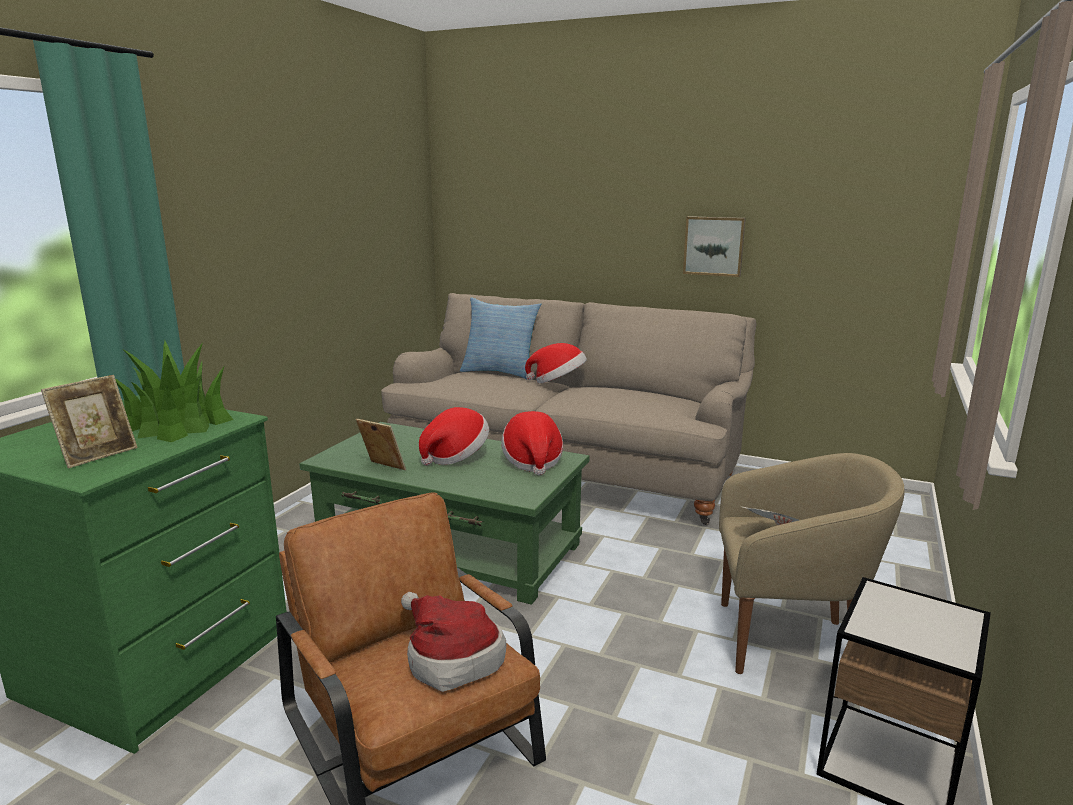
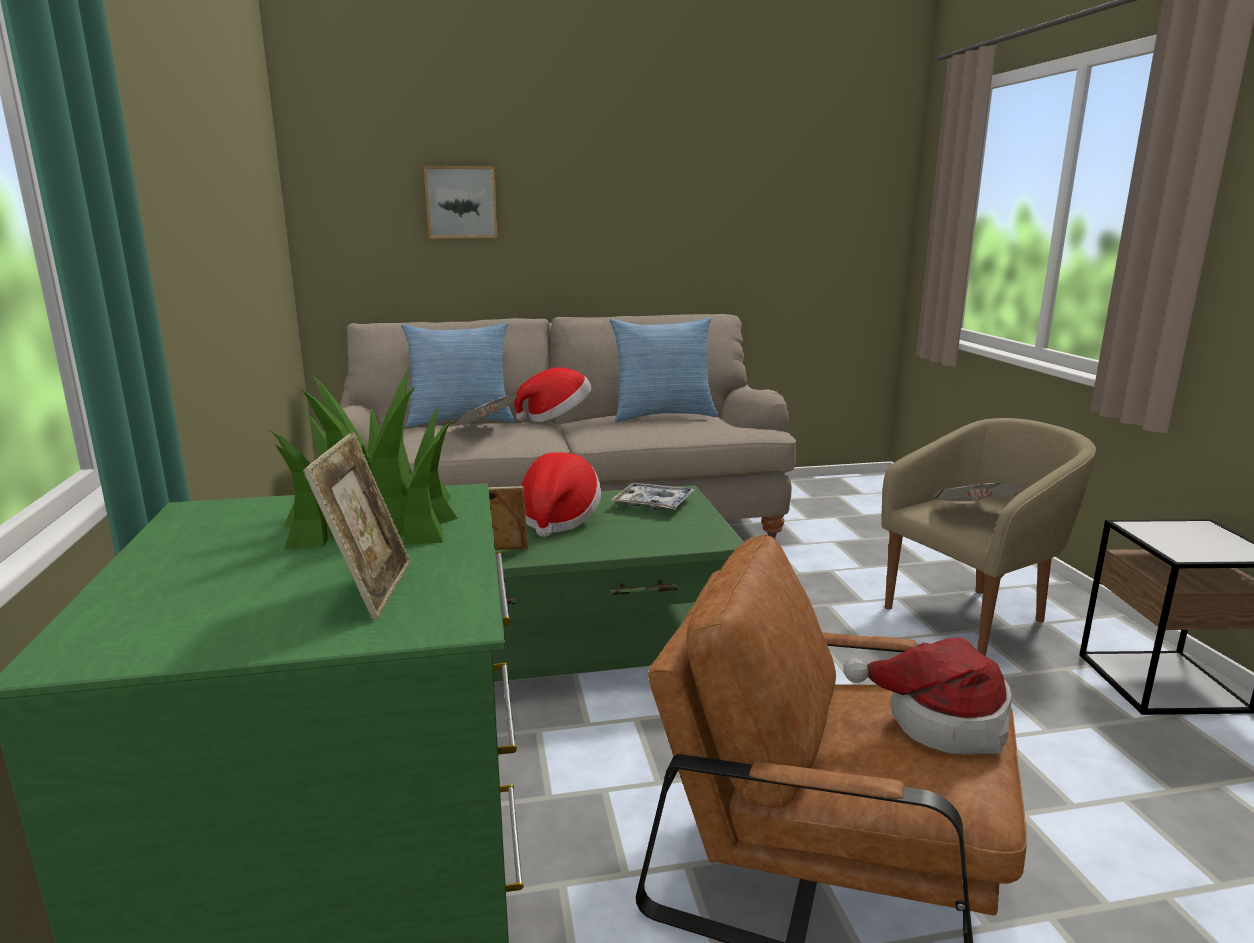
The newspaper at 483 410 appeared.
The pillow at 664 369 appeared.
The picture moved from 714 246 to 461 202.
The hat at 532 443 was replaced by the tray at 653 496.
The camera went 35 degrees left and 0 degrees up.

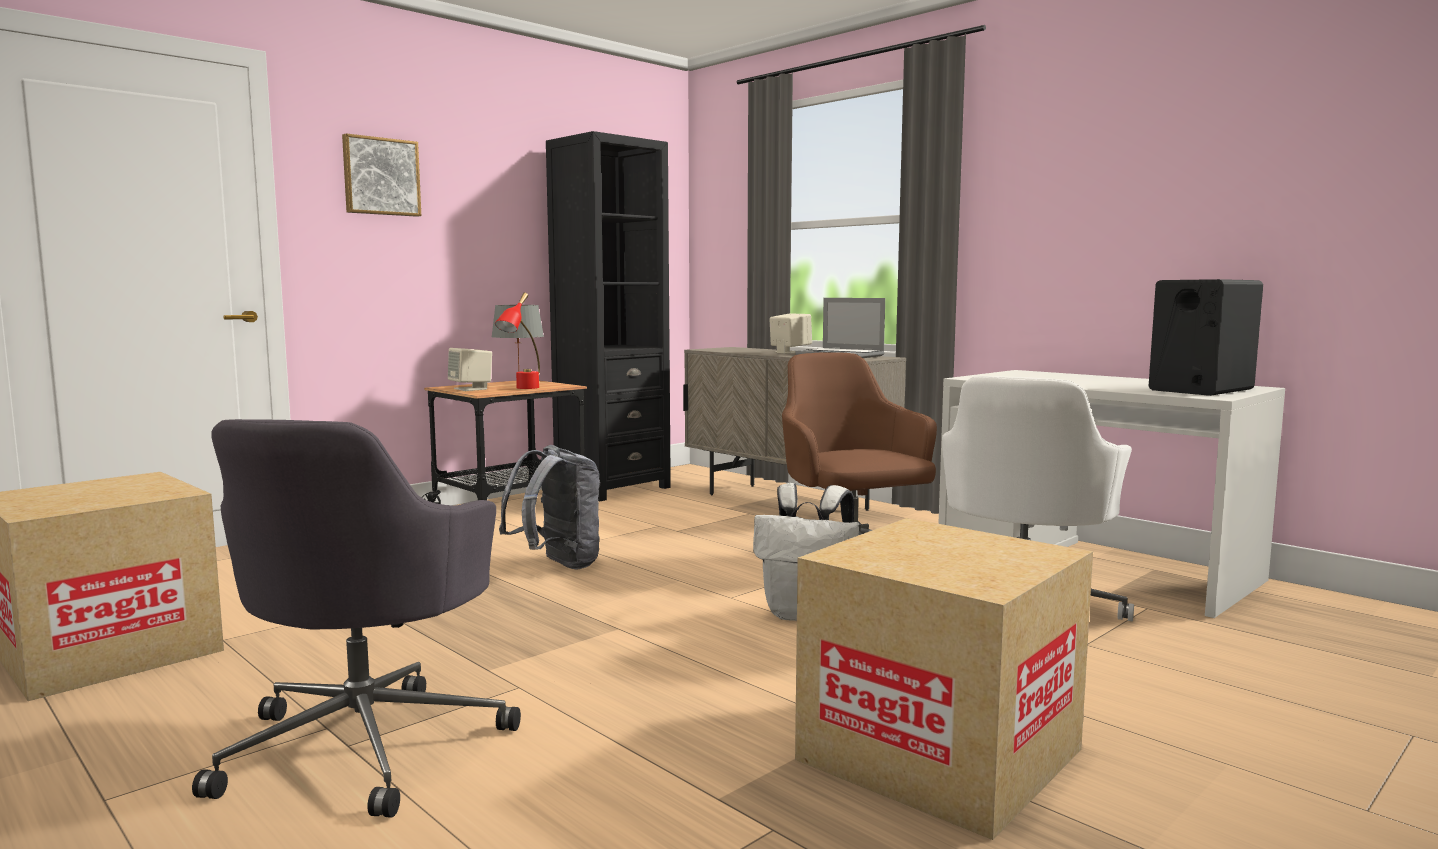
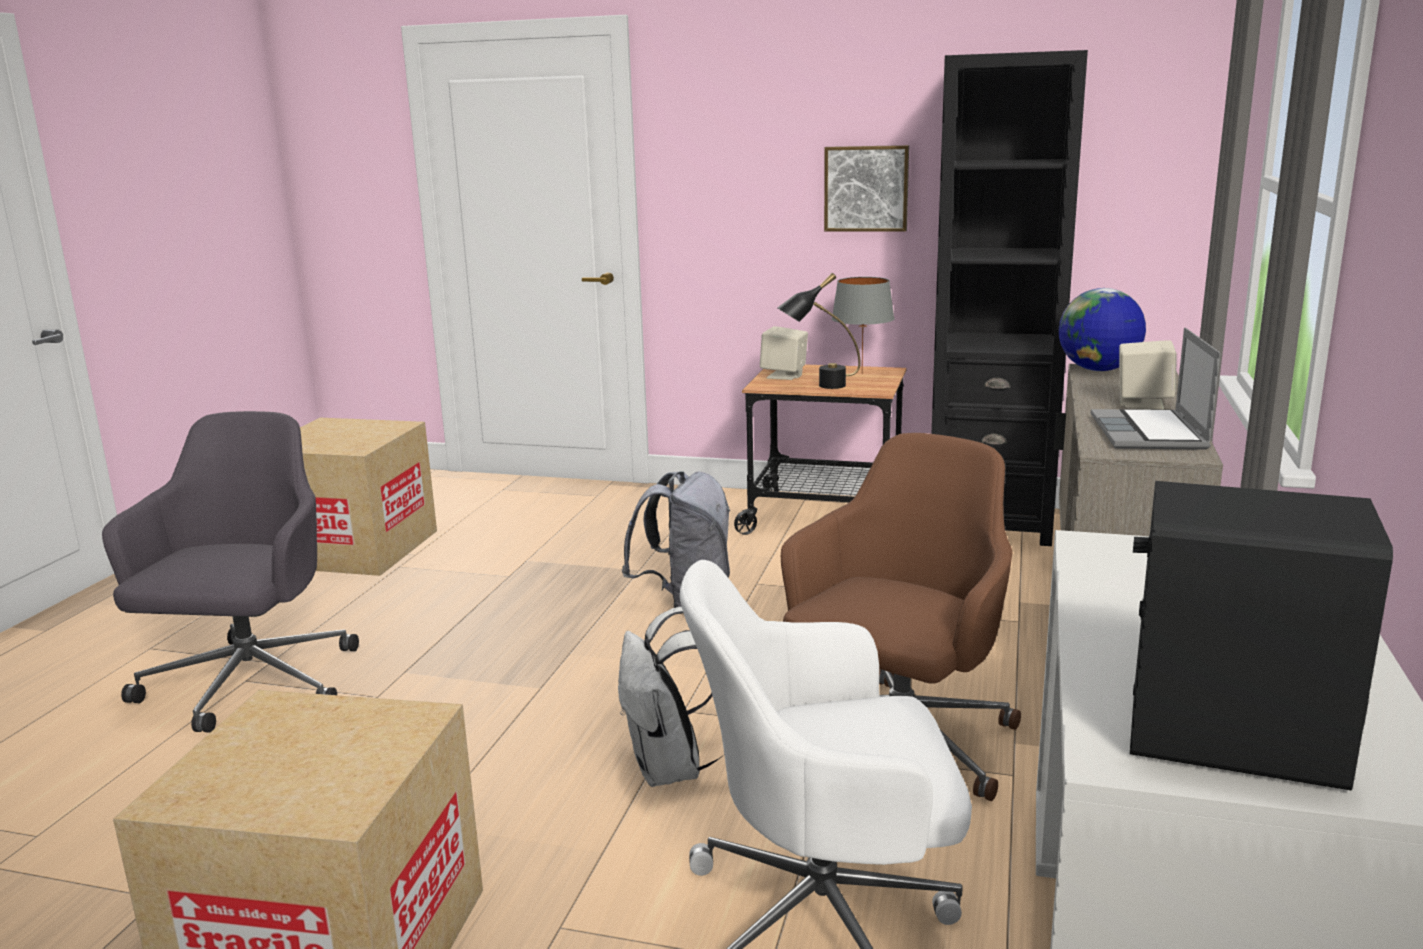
The globe at 1102 329 appeared.
The picture moved from 381 175 to 866 188.
The red_table_lamp at 517 341 became the black_table_lamp at 819 331.
The grey_office_chair at 356 618 turned 120 degrees clockwise.
The camera went 60 degrees right and 10 degrees up.

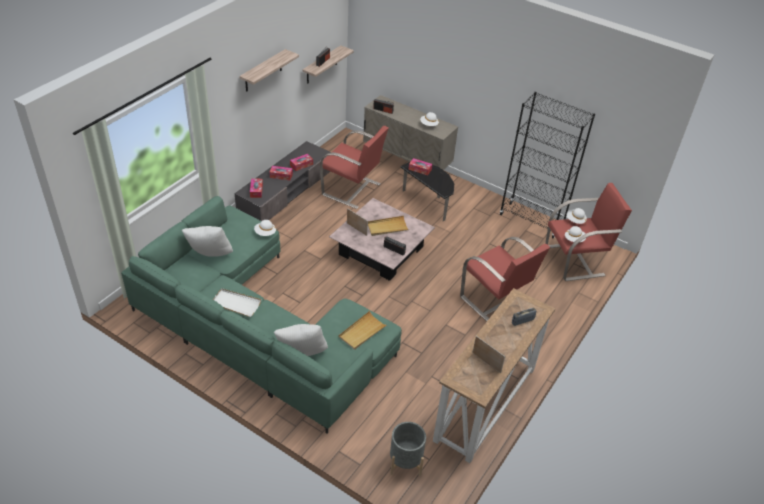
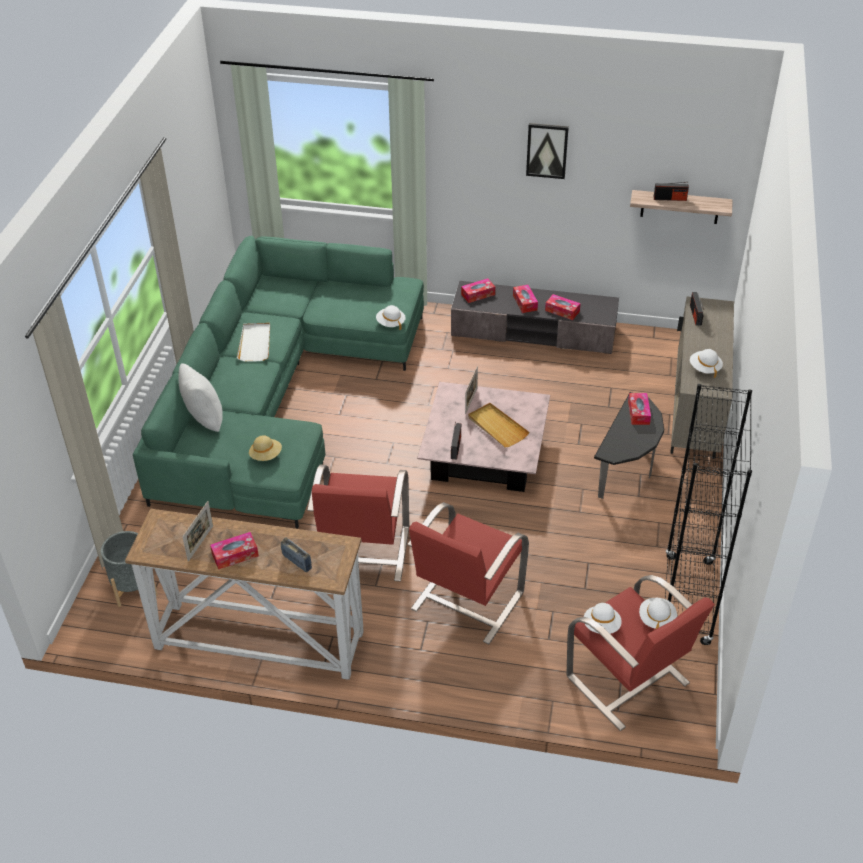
The white_pillow at 207 241 disappeared.
The tissue_box at 234 550 appeared.
The red_armchair moved from 353 167 to 358 523.
The shelf at 269 70 was replaced by the picture at 547 151.
The beige_tray at 363 330 was replaced by the beige_hat at 265 448.
The camera went 70 degrees right and 0 degrees up.

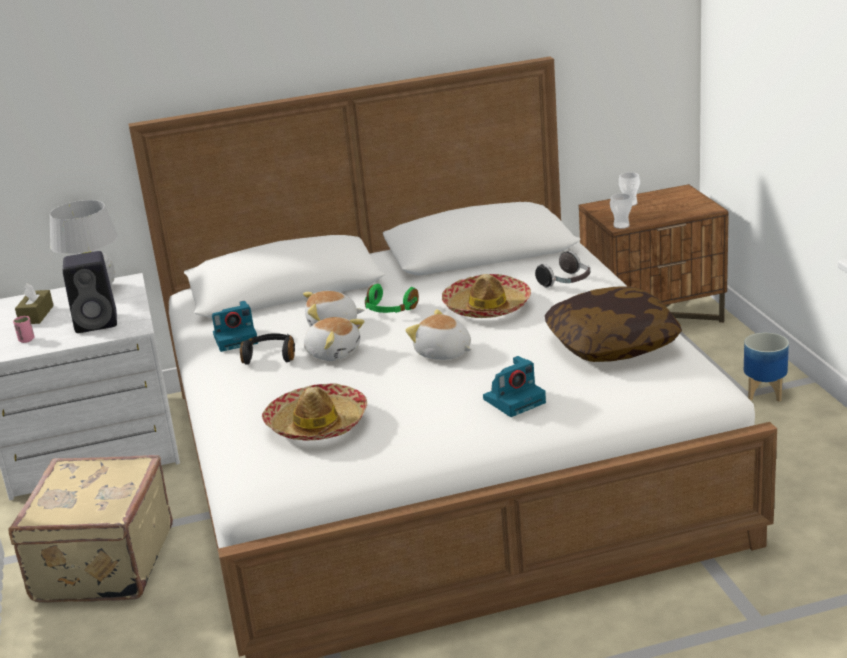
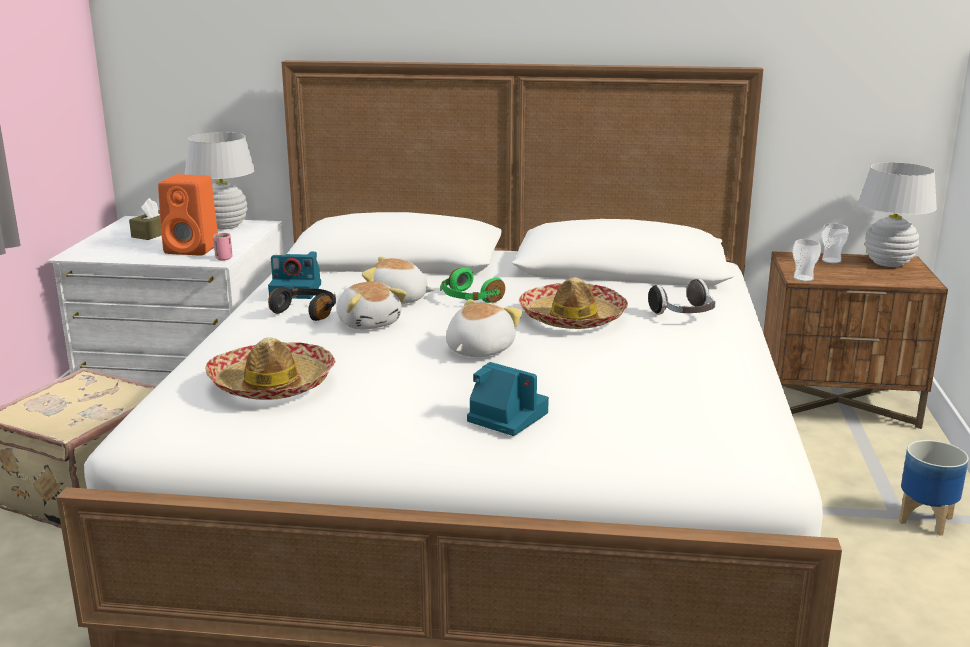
The pillow at 613 324 disappeared.
The white_table_lamp at 897 214 appeared.
The pink_cup moved from 23 329 to 223 247.
The black_speaker at 90 292 became the orange_speaker at 188 214.
The plush_toy at 438 334 turned 60 degrees clockwise.
The photo_camera at 514 386 turned 135 degrees counterclockwise.
The camera went 20 degrees right and 5 degrees down.

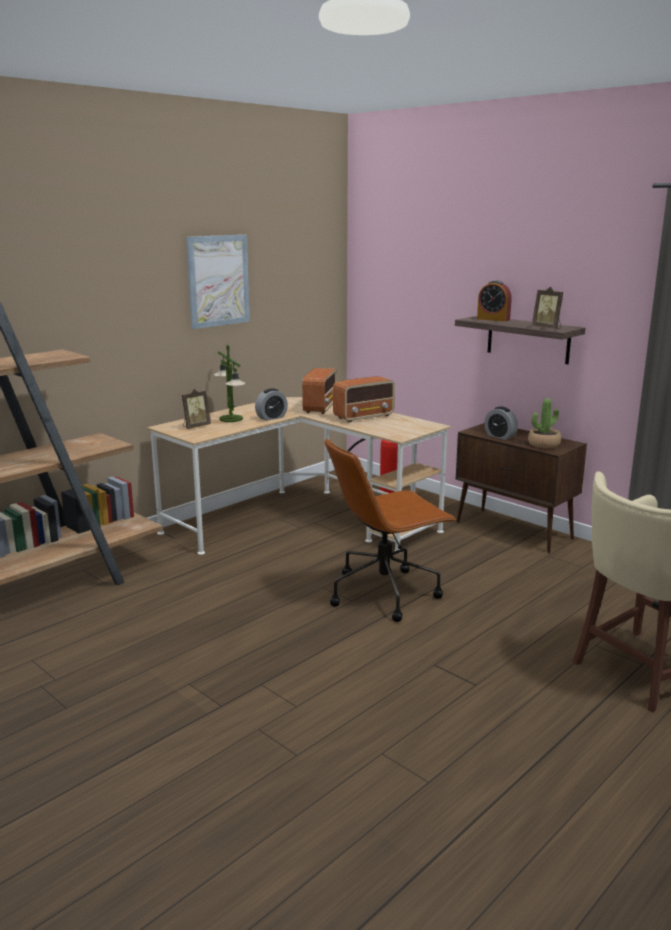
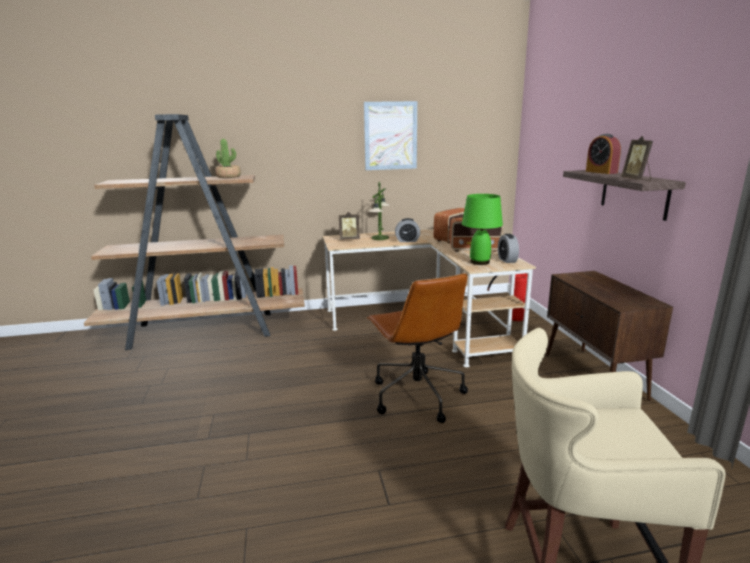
The green_table_lamp at 482 229 appeared.
The alarm_clock moved from 501 423 to 508 248.
The potted_plant moved from 544 423 to 228 158.
The brown_office_chair at 391 530 turned 120 degrees counterclockwise.
The camera went 35 degrees right and 0 degrees up.

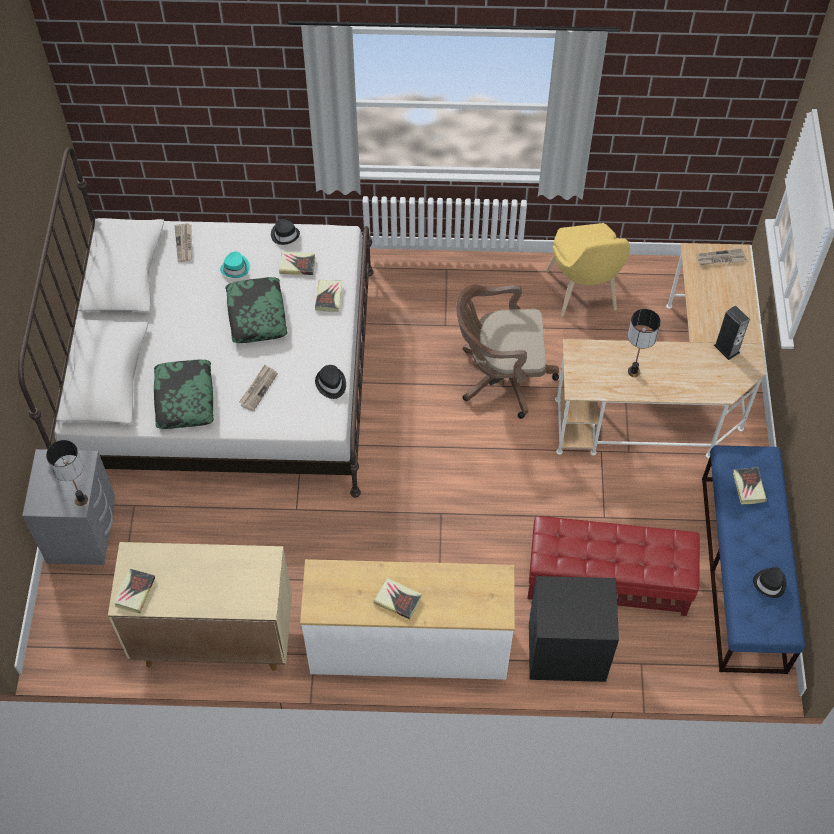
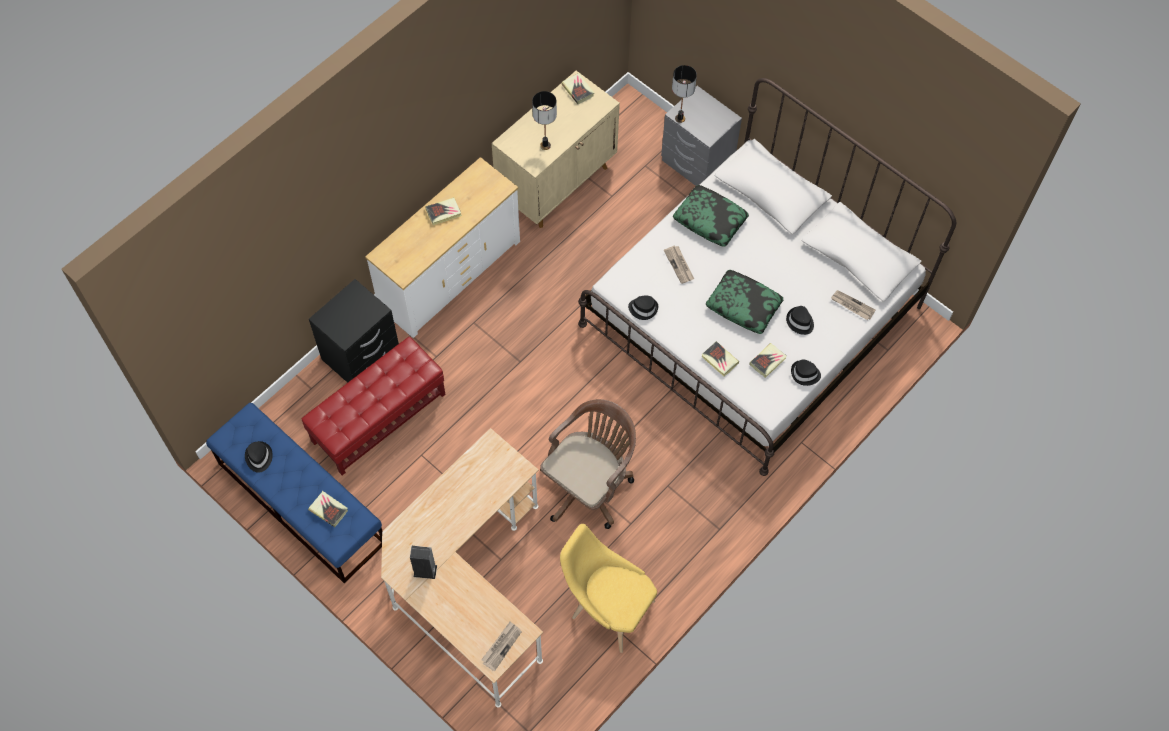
The table_lamp moved from 644 343 to 544 120.
The turquoise_hat at 235 264 became the black_hat at 800 320.
The camera went 130 degrees right and 5 degrees up.

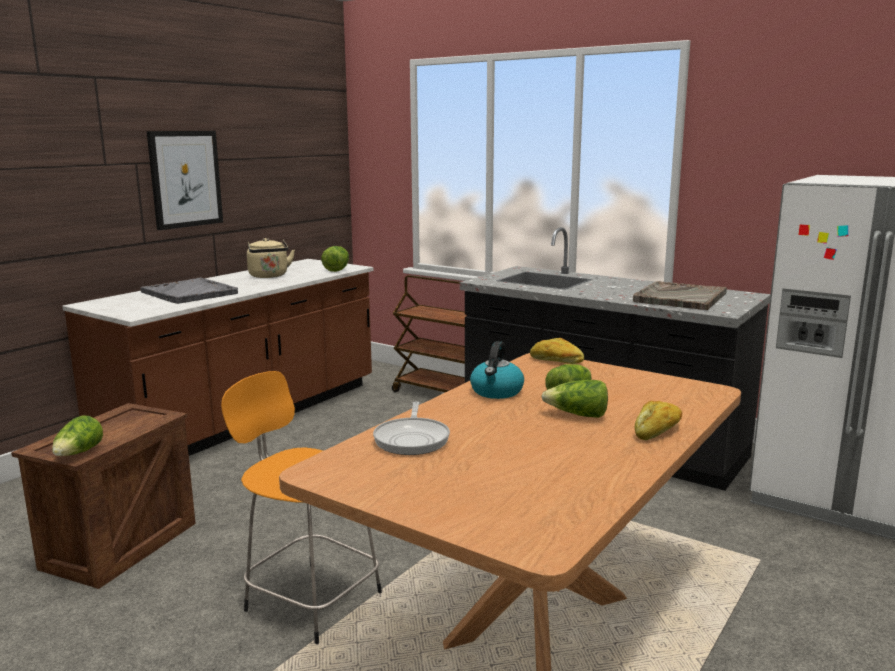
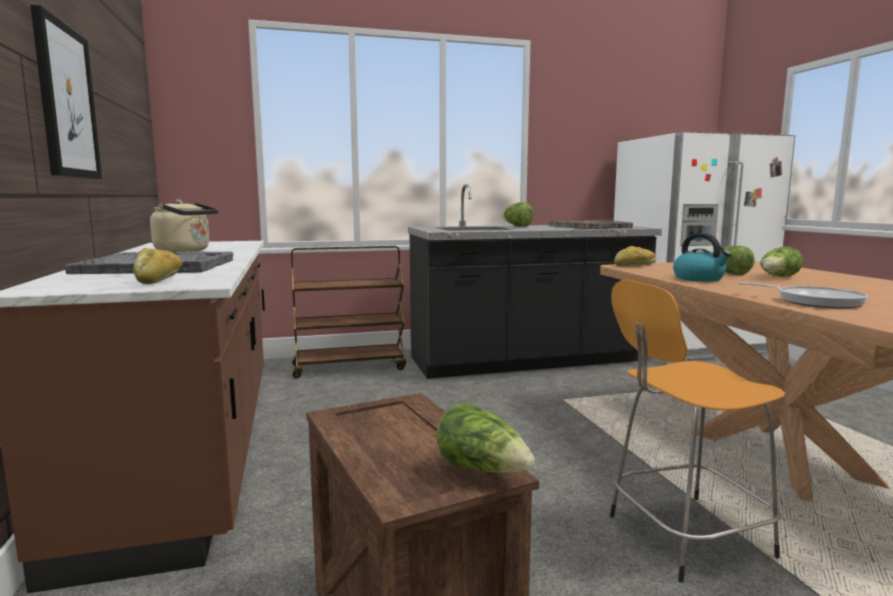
The lettuce moved from 335 259 to 518 214.
The bread moved from 658 420 to 158 266.
The camera went 50 degrees left and 5 degrees down.

